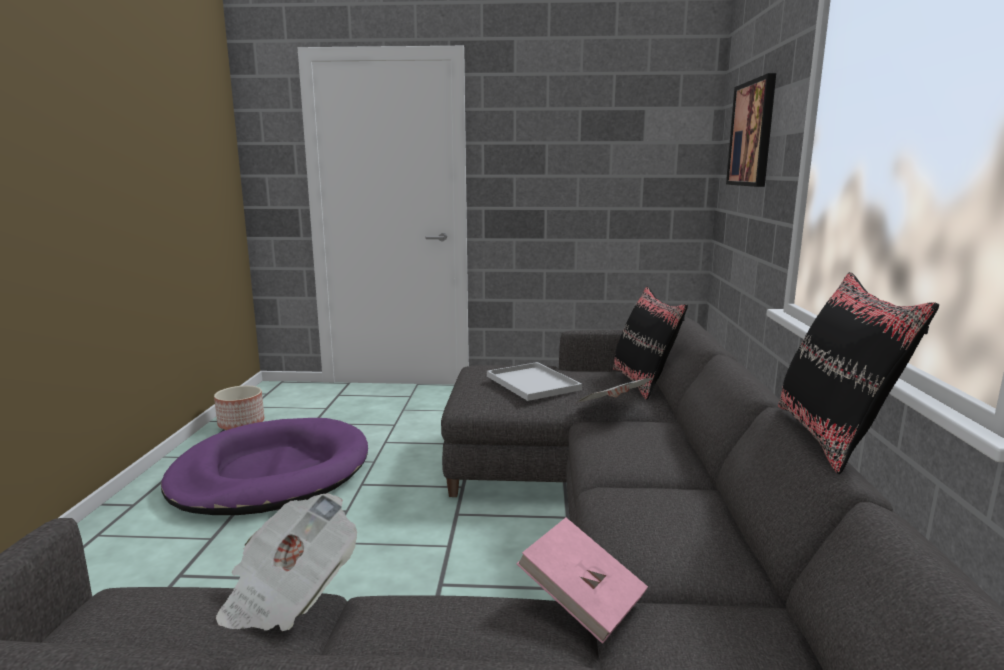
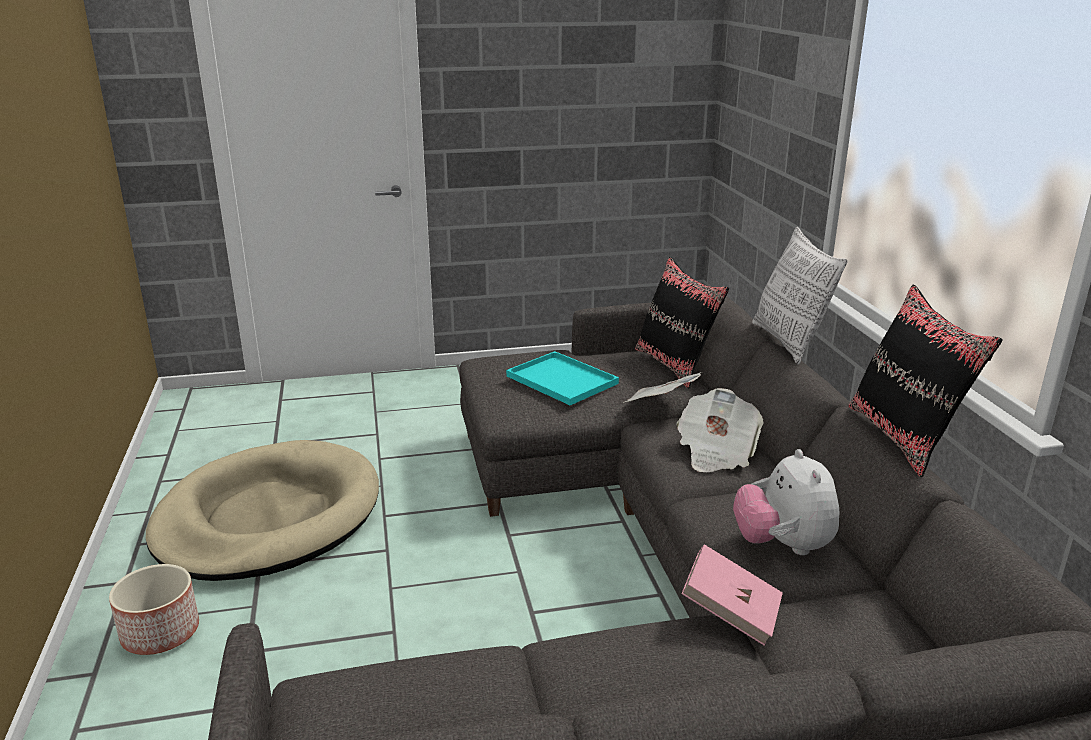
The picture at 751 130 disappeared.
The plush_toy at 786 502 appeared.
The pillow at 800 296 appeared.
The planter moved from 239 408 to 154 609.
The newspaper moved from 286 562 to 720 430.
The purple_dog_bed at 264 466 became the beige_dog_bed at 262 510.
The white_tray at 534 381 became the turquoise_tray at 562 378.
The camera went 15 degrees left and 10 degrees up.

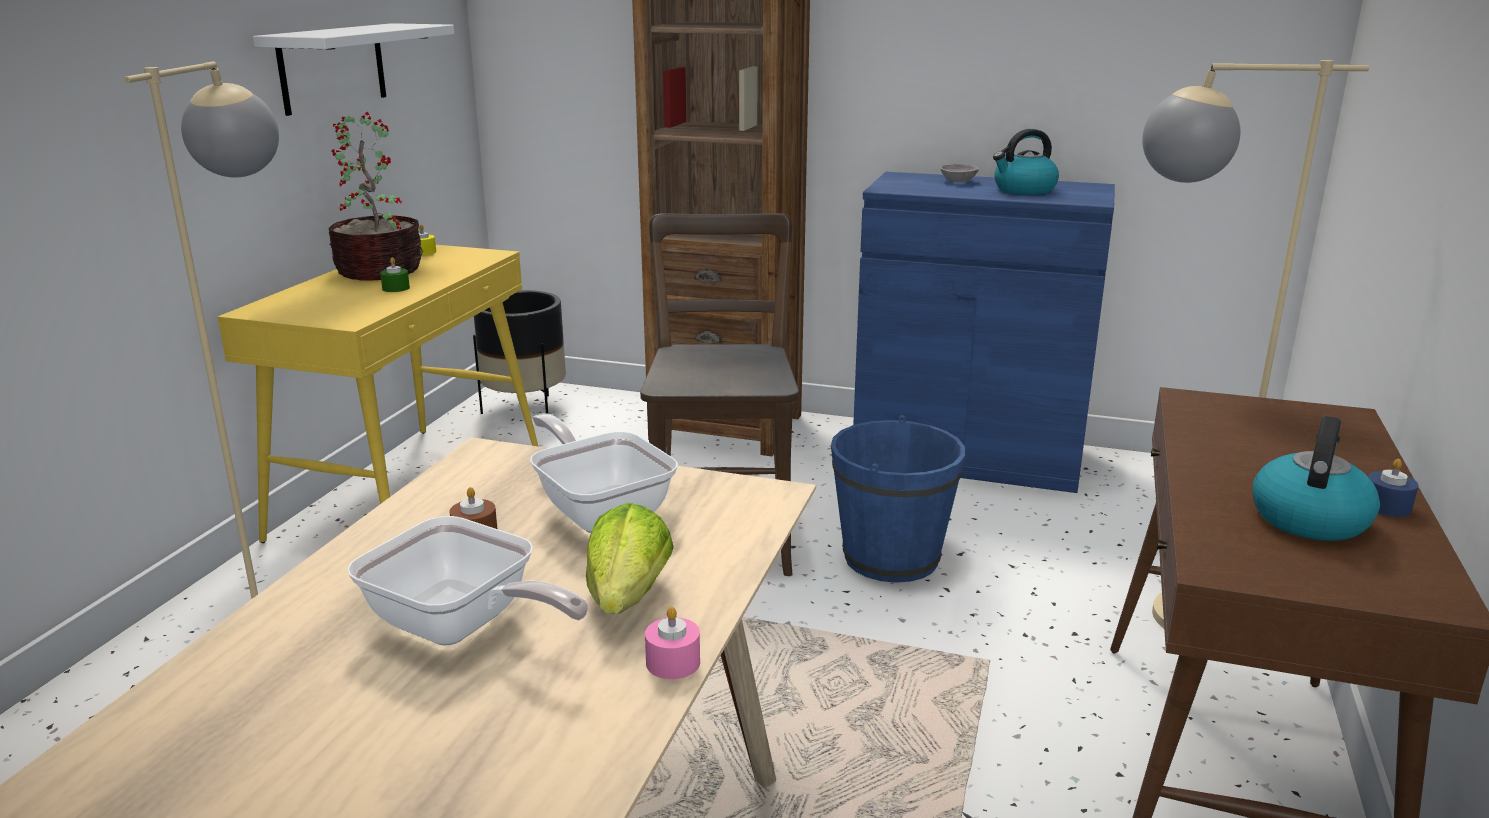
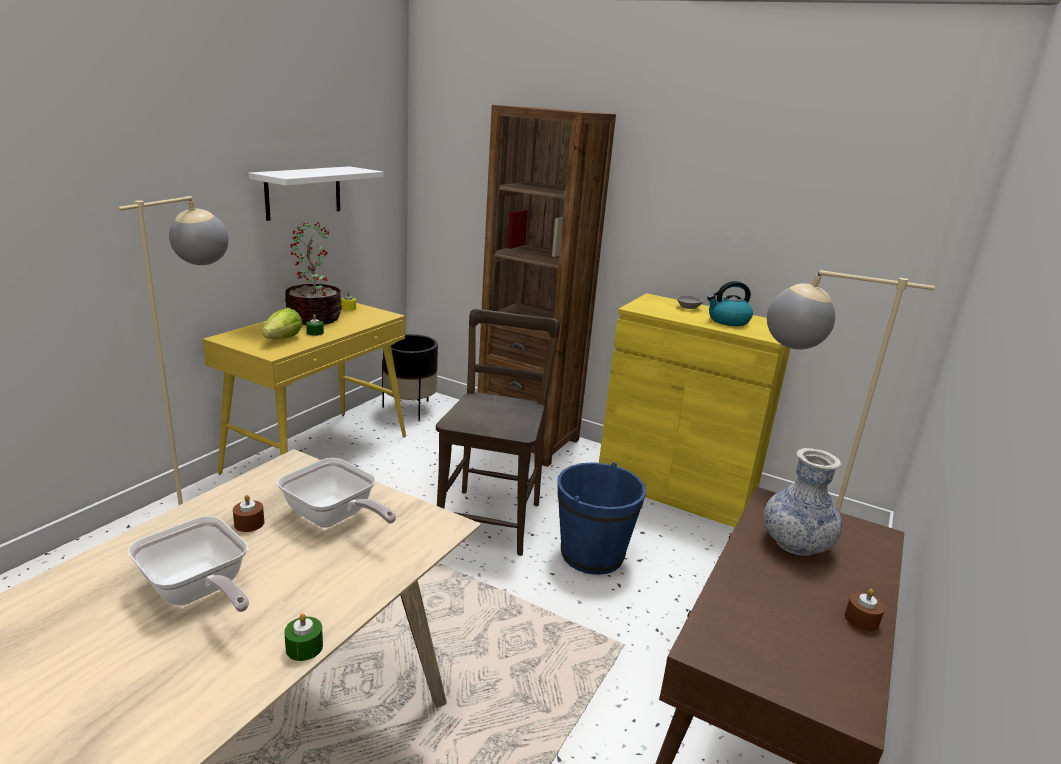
The kettle at 1316 478 disappeared.
The vase at 803 502 appeared.
The lettuce moved from 630 558 to 282 323.
The pink_candle at 672 642 became the green_candle at 303 637.
The blue_cabinet at 984 332 became the yellow_cabinet at 695 410.
The blue_candle at 1393 488 became the brown_candle at 865 610.
The frying_pan at 604 473 turned 150 degrees clockwise.
The camera went 10 degrees right and 0 degrees up.

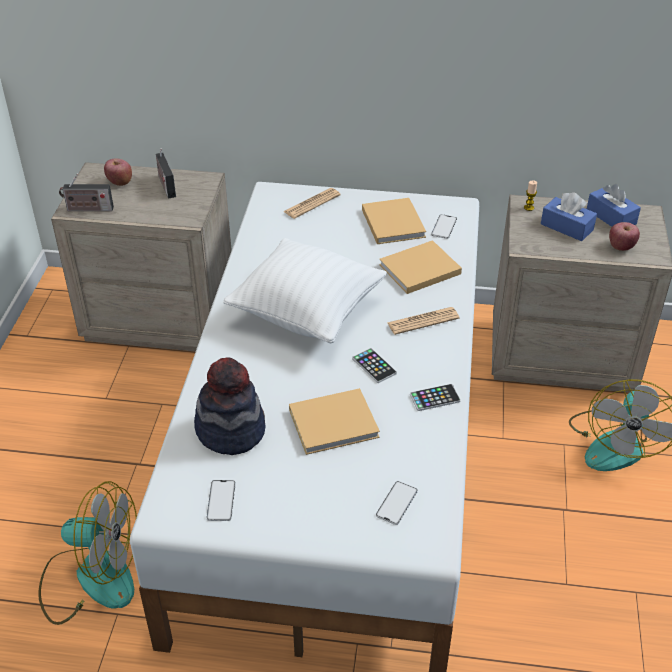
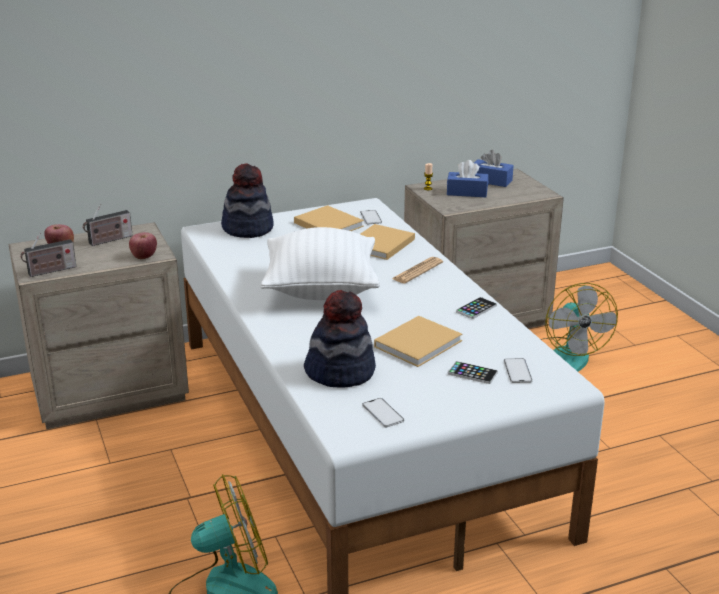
The phone moved from 374 365 to 473 372.
The apple moved from 624 236 to 143 245.
The newspaper at 312 203 was replaced by the hat at 247 200.
The radio at 166 173 turned 75 degrees counterclockwise.
The camera went 30 degrees left and 15 degrees down.

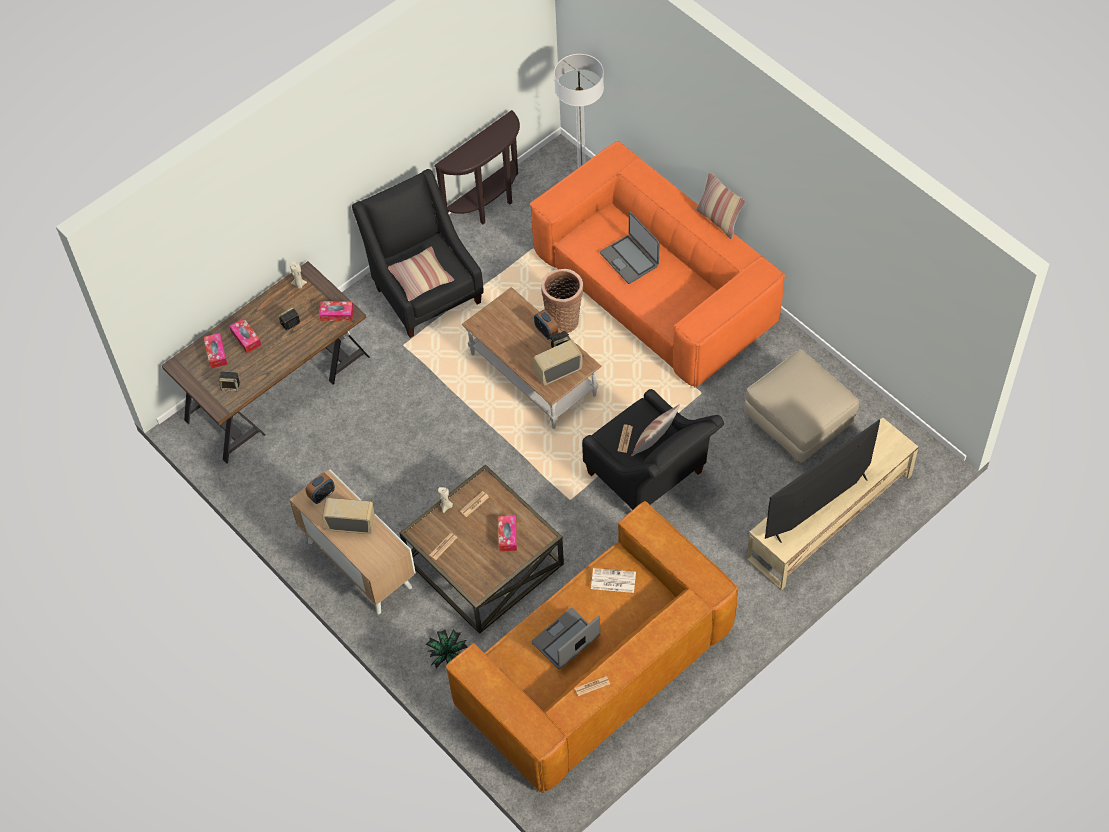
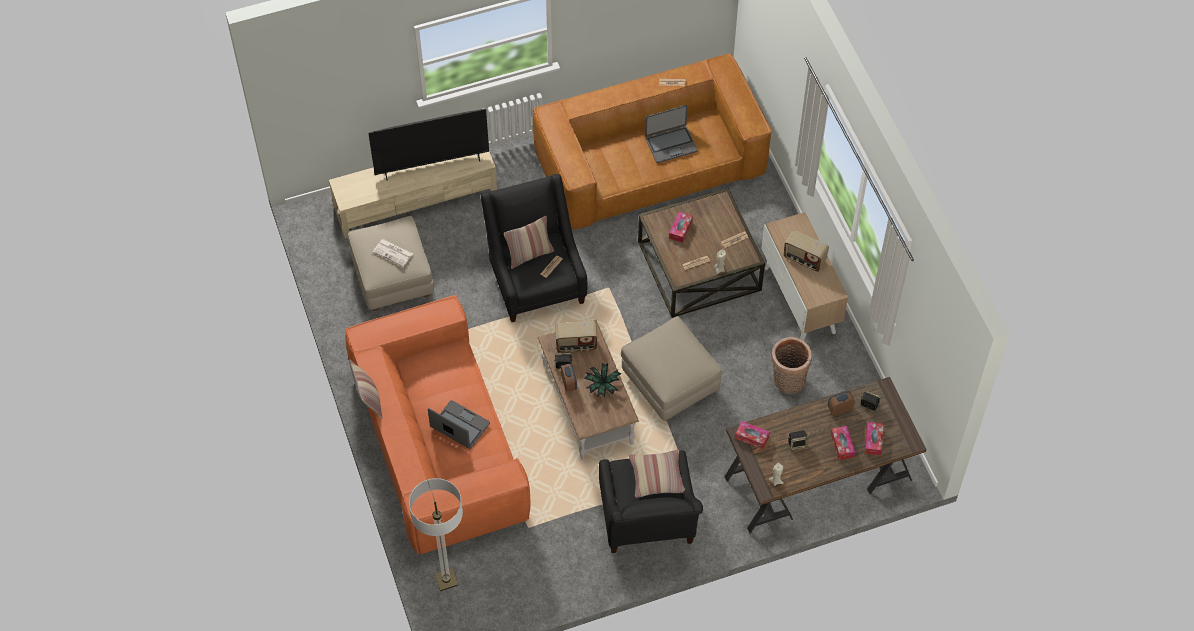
The brown_console_table at 477 167 disappeared.
The beige_ottoman at 671 368 appeared.
The alarm_clock moved from 320 488 to 841 403.
The potted_plant moved from 446 649 to 603 380.
The basket moved from 562 301 to 791 365.
The newspaper moved from 613 580 to 393 253.
The laptop at 629 247 turned 45 degrees counterclockwise.
The camera went 160 degrees left and 0 degrees up.

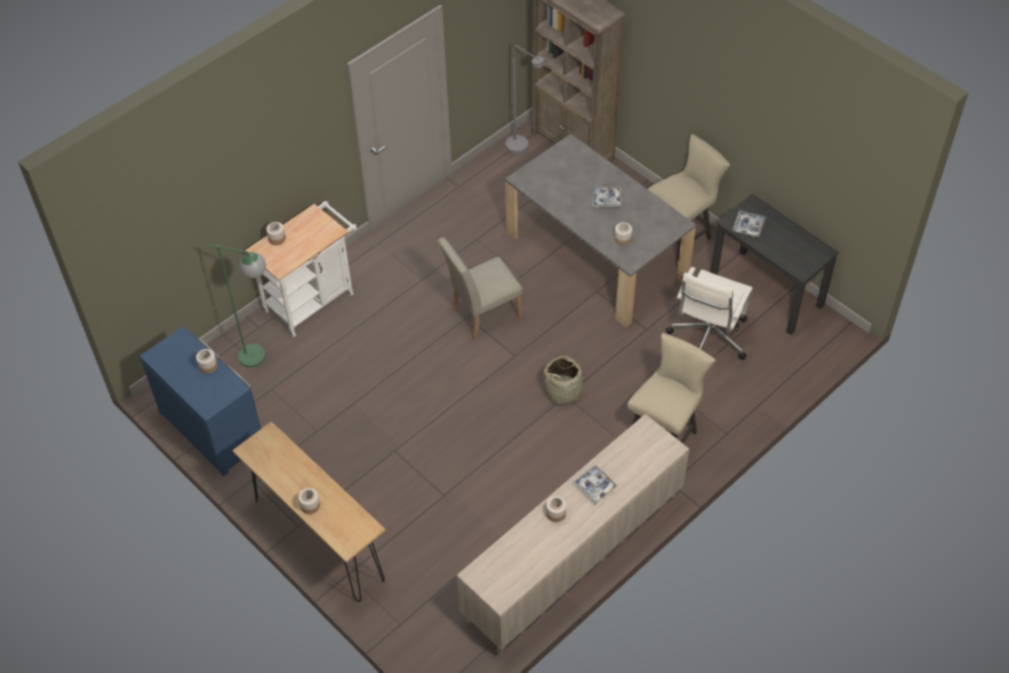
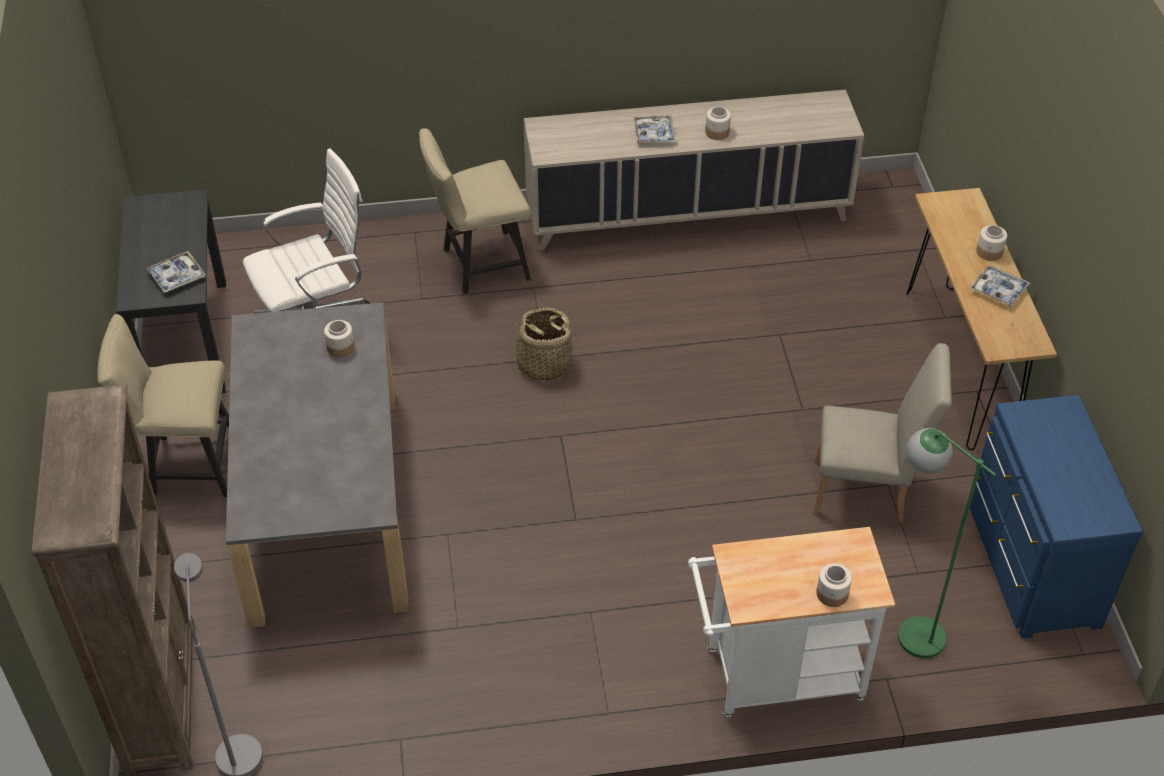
The jar at 206 361 disappeared.
The beige_chair moved from 480 288 to 882 433.
The tray moved from 607 197 to 999 286.
The camera went 145 degrees left and 5 degrees down.

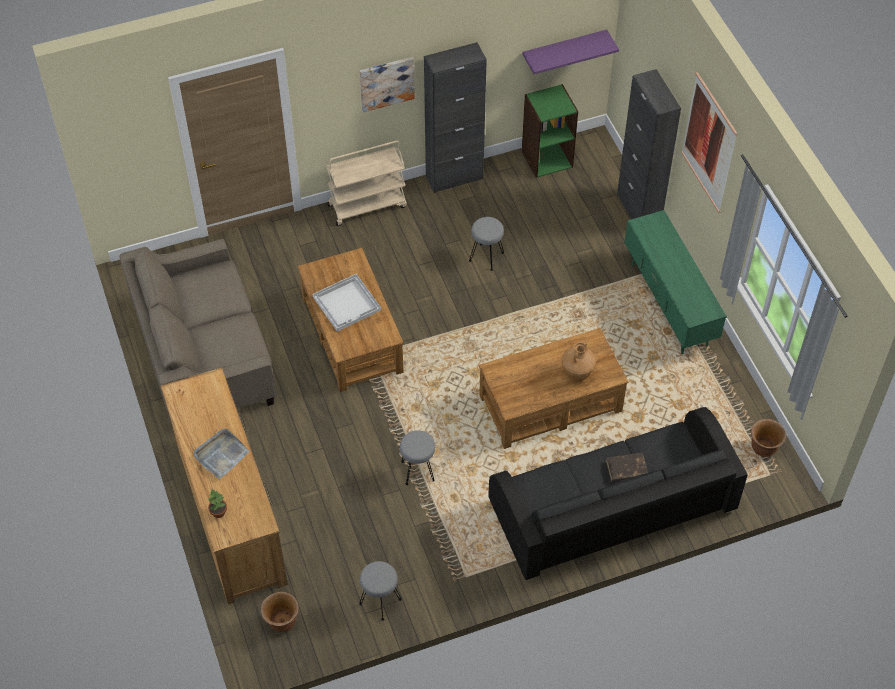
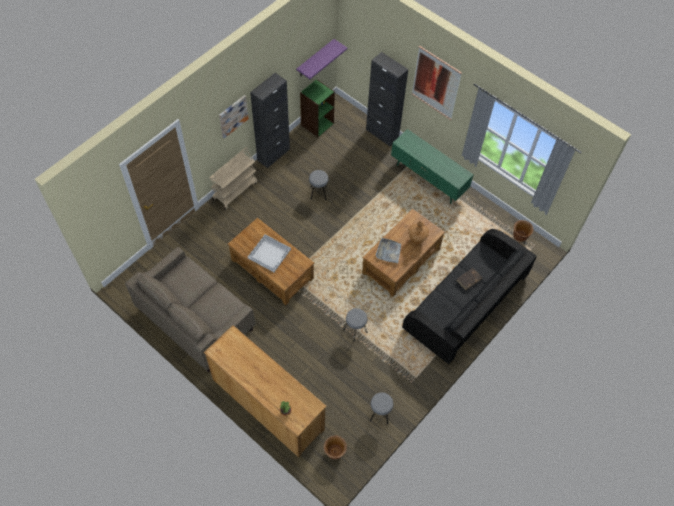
The grey_tray moved from 221 454 to 388 250.
The camera went 30 degrees left and 5 degrees up.

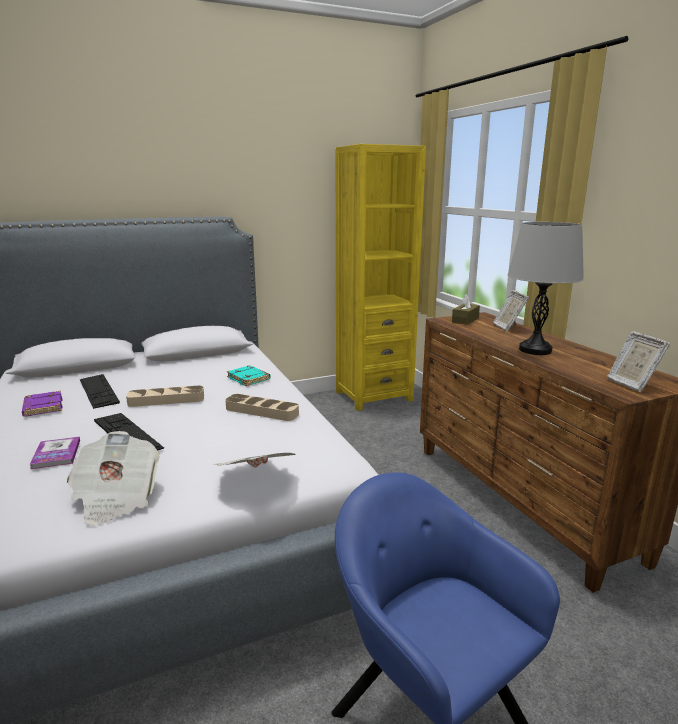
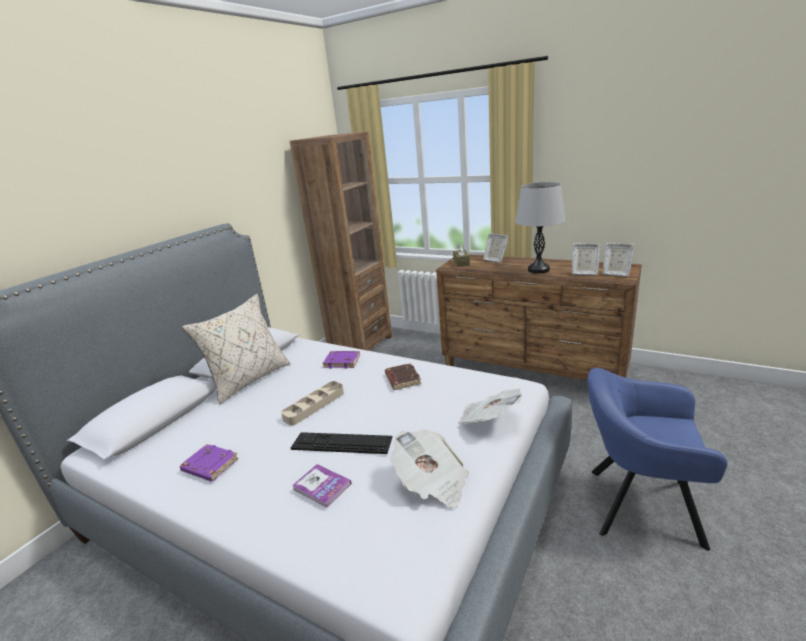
The keyboard at 100 391 disappeared.
The beige_pillow at 236 349 appeared.
The picture_frame at 586 259 appeared.
The beige_tray at 262 407 was replaced by the brown_book at 403 376.
The turquoise_book at 249 375 became the purple_book at 341 360.
The yellow_bookcase at 381 277 became the brown_bookcase at 341 241.
The camera went 35 degrees left and 5 degrees up.

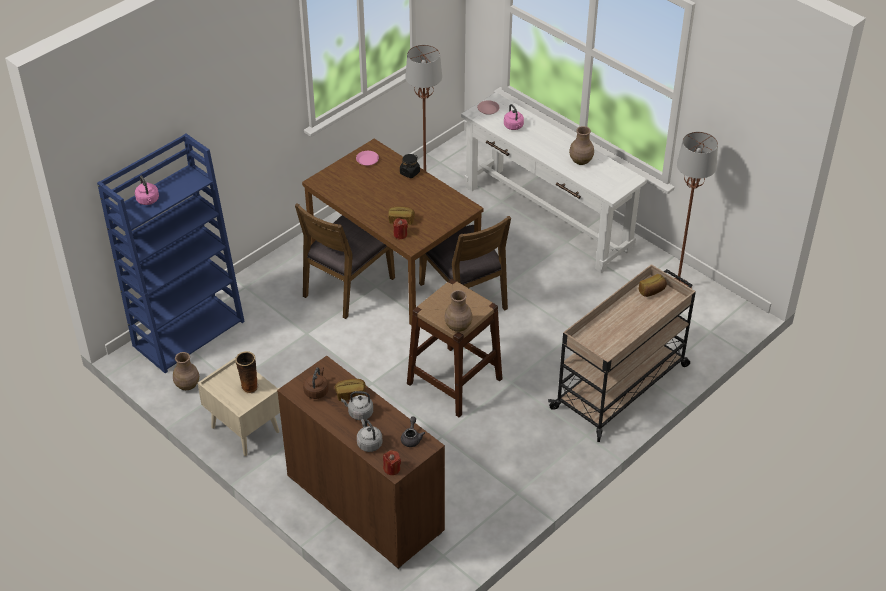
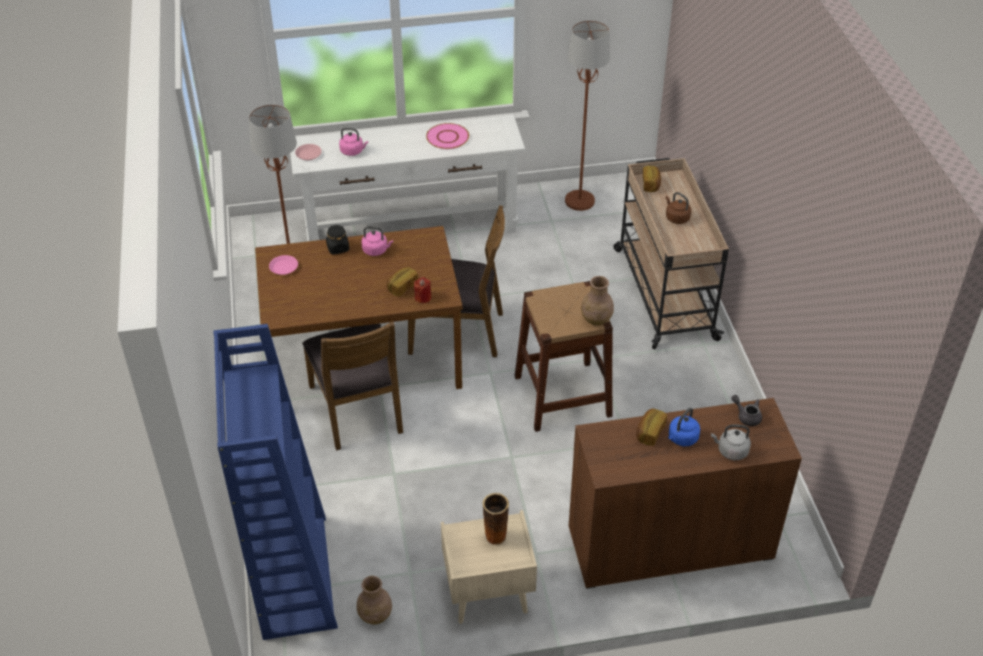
The red_candle at 392 462 disappeared.
The pink_kettle moved from 147 190 to 377 241.
The brown_kettle moved from 316 383 to 678 208.
The brown_vase at 581 145 was replaced by the pink_plate at 447 136.
The grey_kettle at 357 405 became the blue_kettle at 684 427.
The camera went 55 degrees left and 0 degrees up.

